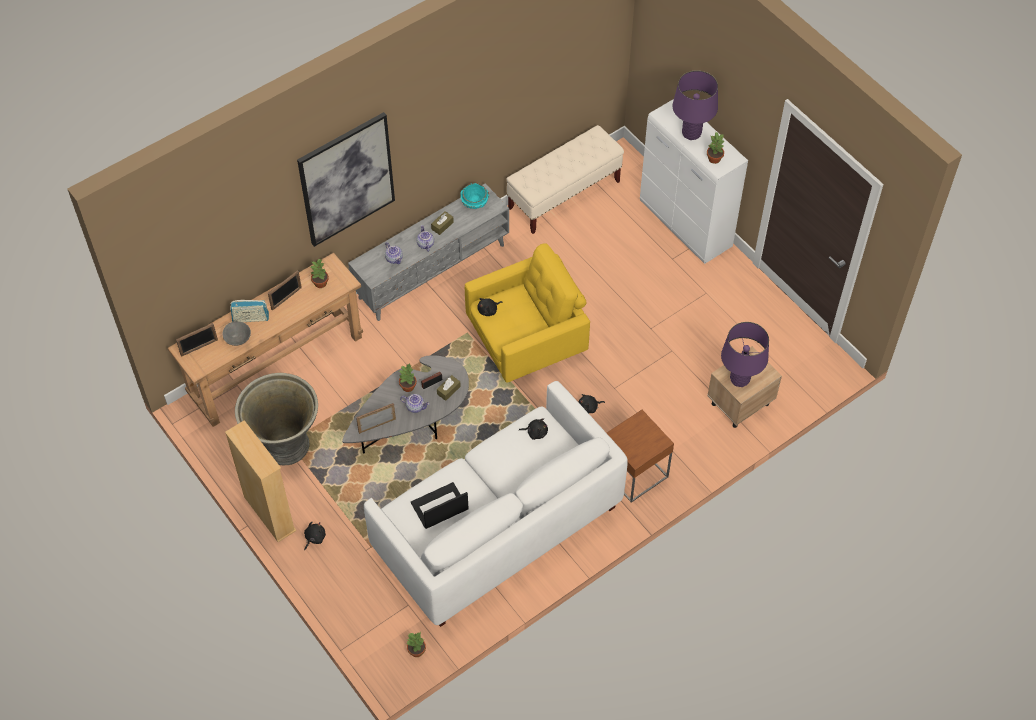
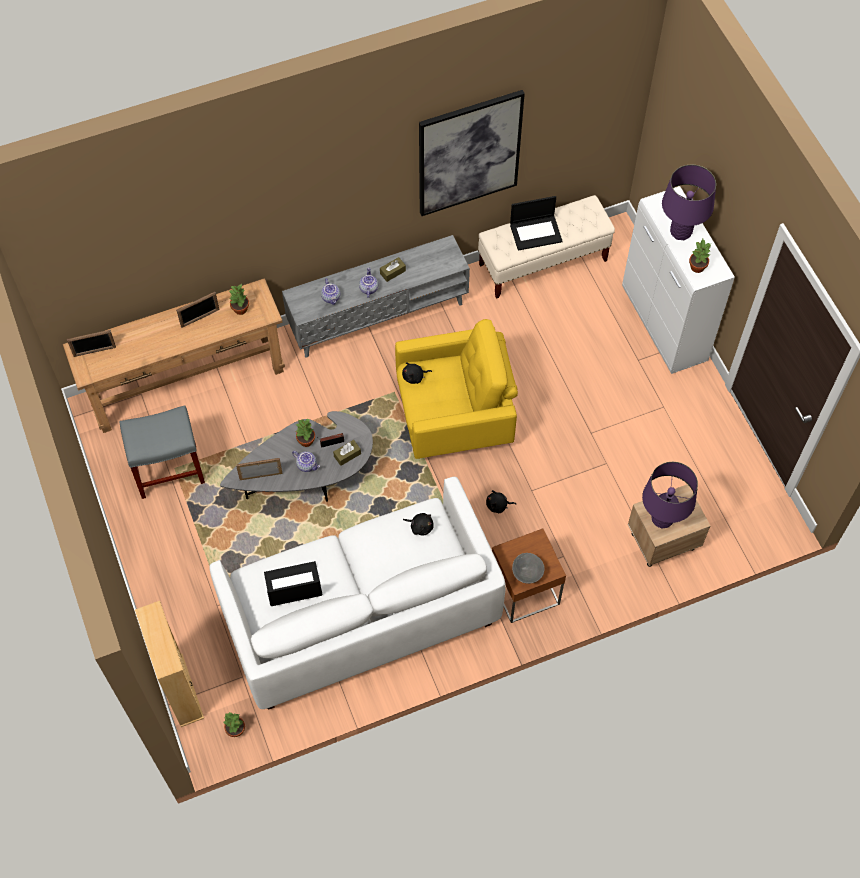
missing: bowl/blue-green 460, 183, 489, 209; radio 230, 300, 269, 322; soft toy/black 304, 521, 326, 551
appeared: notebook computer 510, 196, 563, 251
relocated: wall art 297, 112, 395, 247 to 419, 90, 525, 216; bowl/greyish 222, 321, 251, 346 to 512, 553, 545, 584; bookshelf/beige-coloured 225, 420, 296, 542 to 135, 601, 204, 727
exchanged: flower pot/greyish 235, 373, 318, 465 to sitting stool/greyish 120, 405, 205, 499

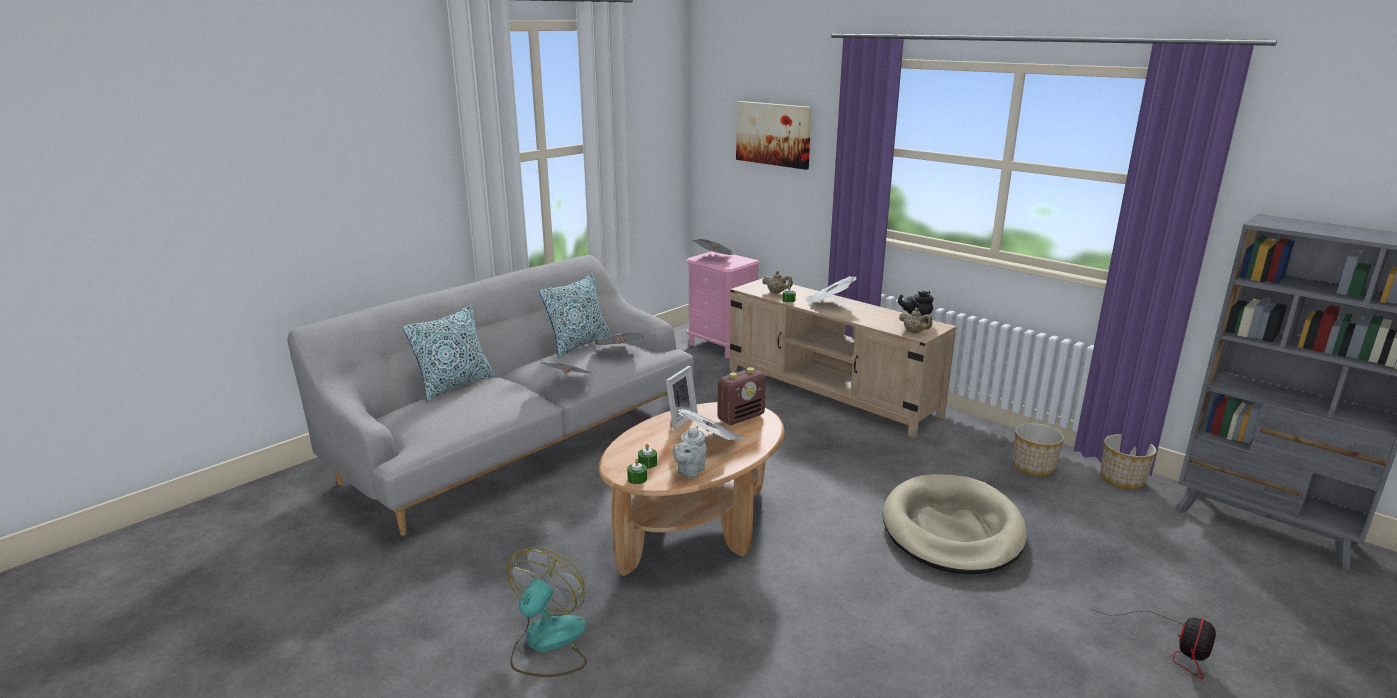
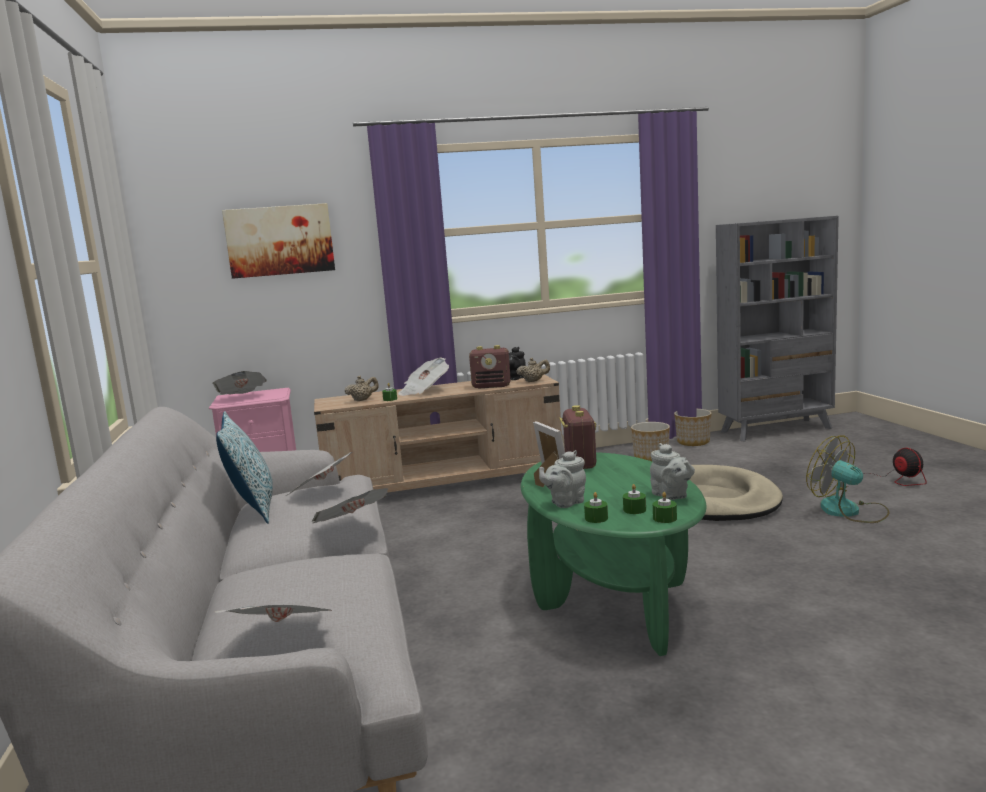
missing: cushion 403, 305, 495, 402
appeared: radio 469, 345, 511, 389; tea pot/greyish 539, 450, 586, 508; candle/greenish 584, 492, 608, 523
relocated: newspaper 677, 409, 747, 441 to 215, 605, 333, 622; electric fan 508, 547, 587, 677 to 806, 435, 890, 523
colour: low table/brown-coloured 599, 402, 784, 576 to low table/greenish 521, 452, 706, 656

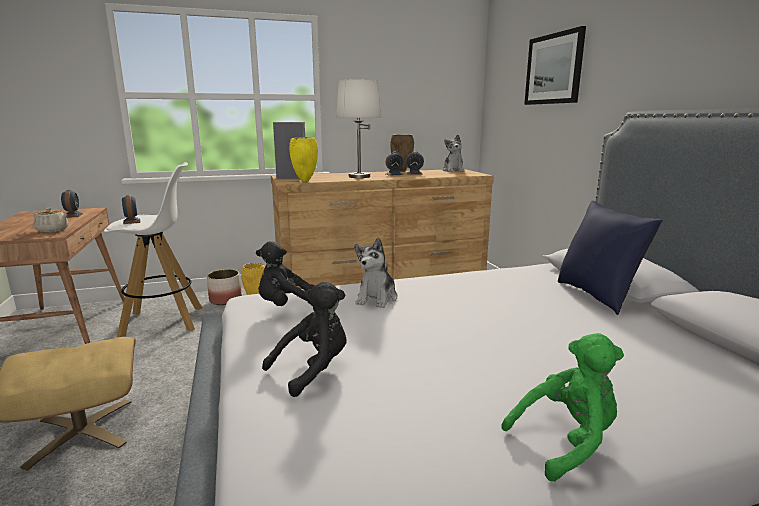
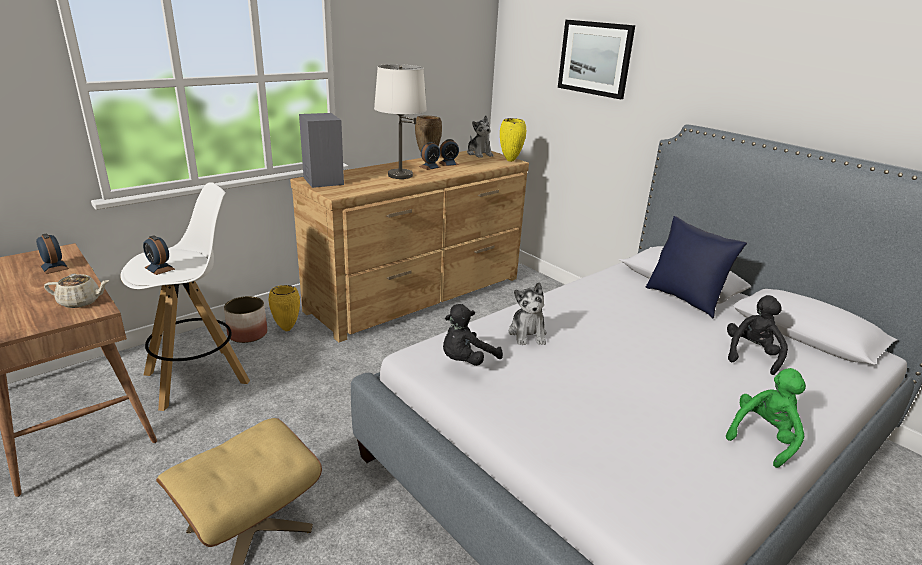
relocated: flower vase/yellow-coloured 289, 137, 318, 182 to 500, 118, 526, 162; soft toy/black 262, 281, 347, 397 to 727, 295, 788, 375

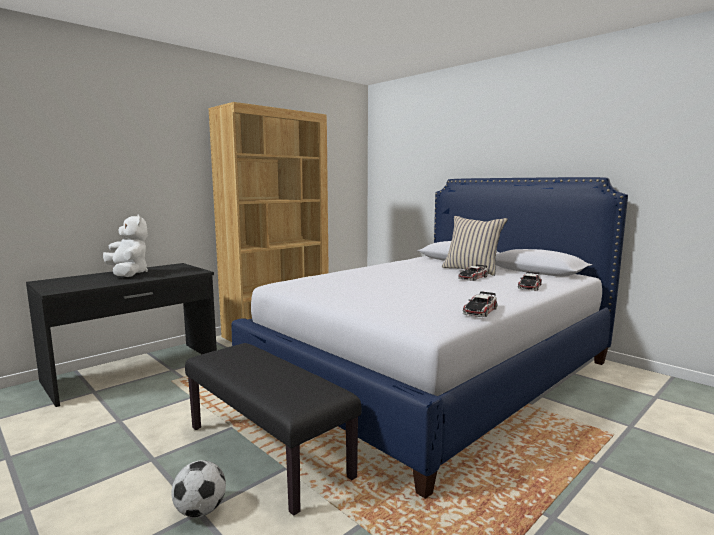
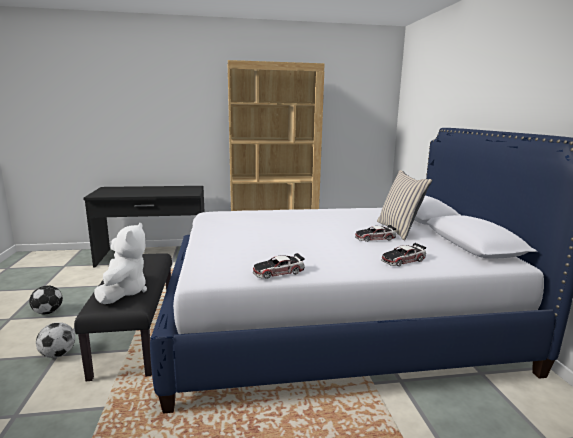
appeared: football ball 29, 285, 63, 314
relocated: soft toy/whitish 103, 214, 148, 277 to 94, 223, 147, 304

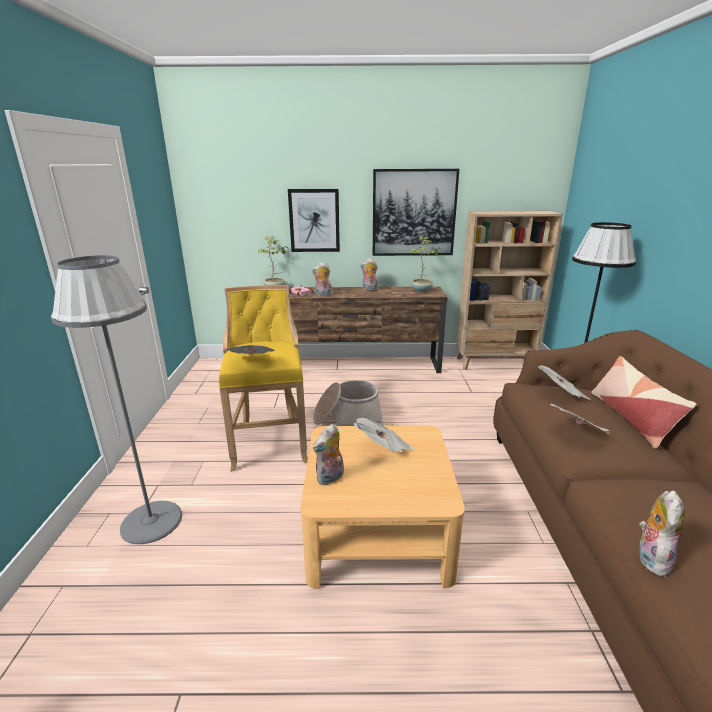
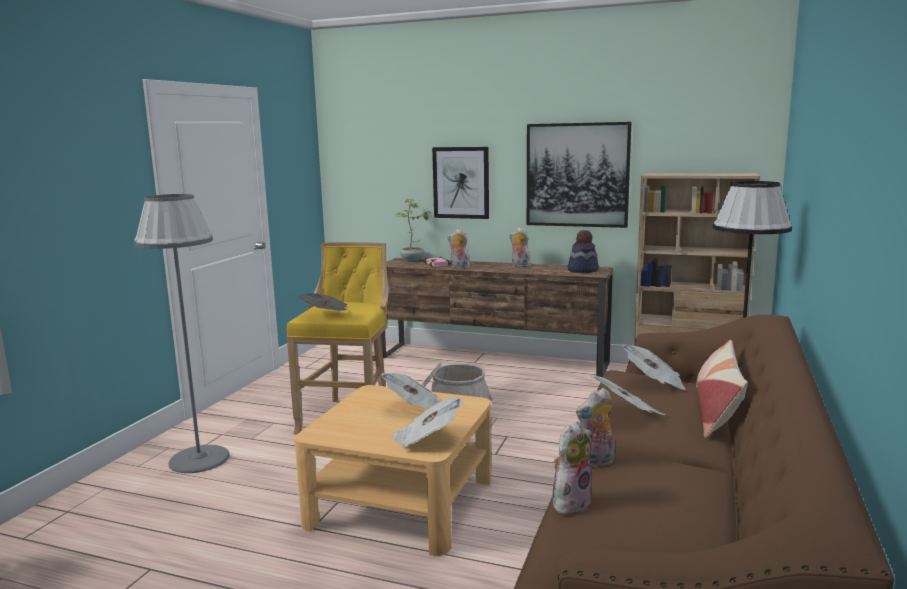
appeared: newspaper 392, 397, 463, 448
relocated: soft toy 313, 424, 344, 485 to 576, 388, 615, 468
exchanged: houseplant 410, 236, 441, 292 to wearable hat 568, 230, 598, 273

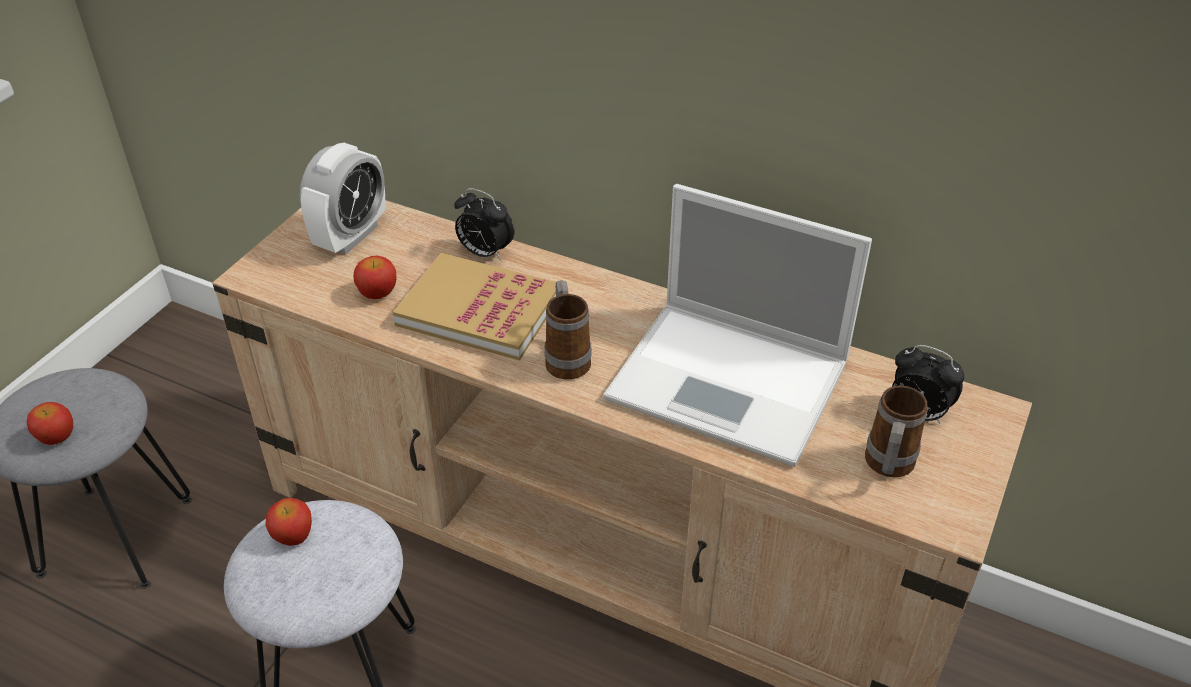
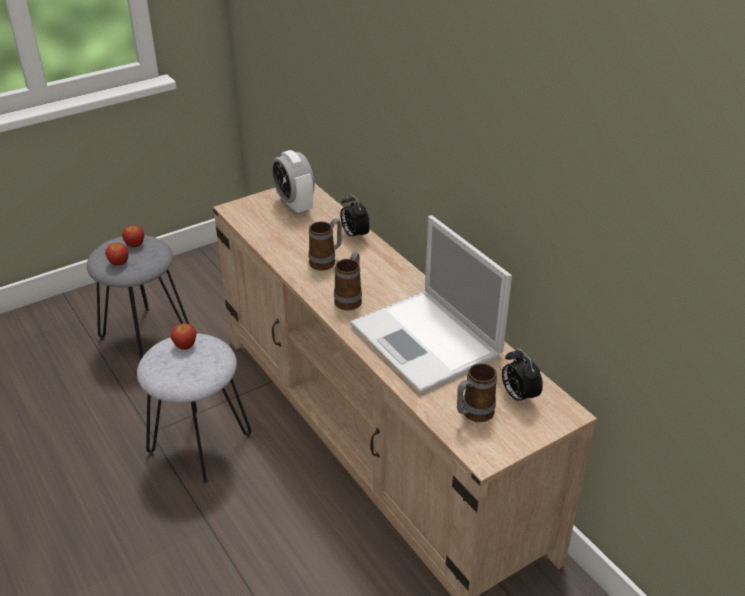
relocated: whole apple 353, 255, 396, 299 to 122, 225, 144, 247
exchanged: volume 393, 253, 556, 360 to coffee mug 309, 218, 342, 271
spun: table clock 300, 143, 386, 255 = 272, 150, 315, 215 90 degrees clockwise

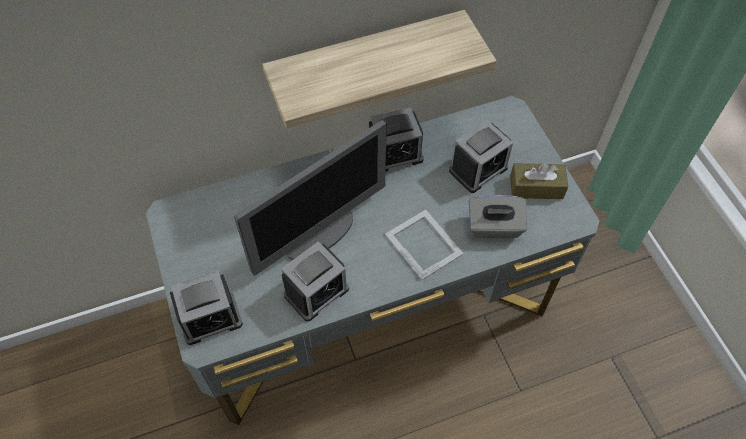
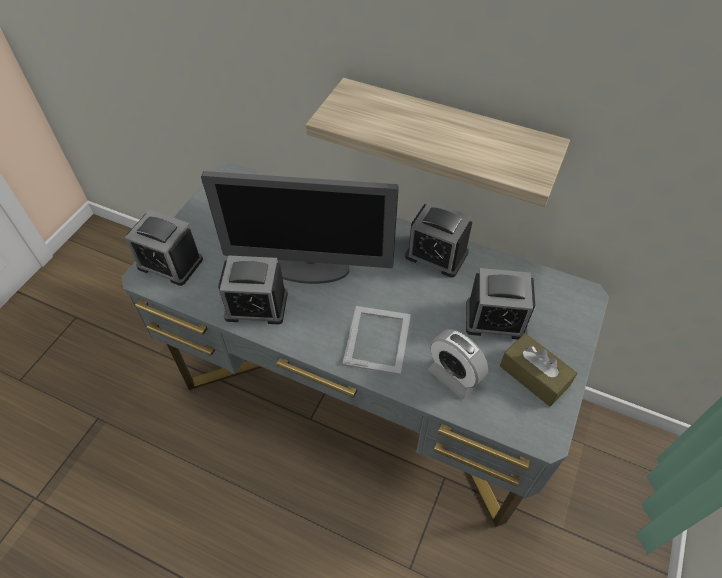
exchanged: tissue box/greyish 469, 195, 527, 238 to table clock 428, 329, 488, 399

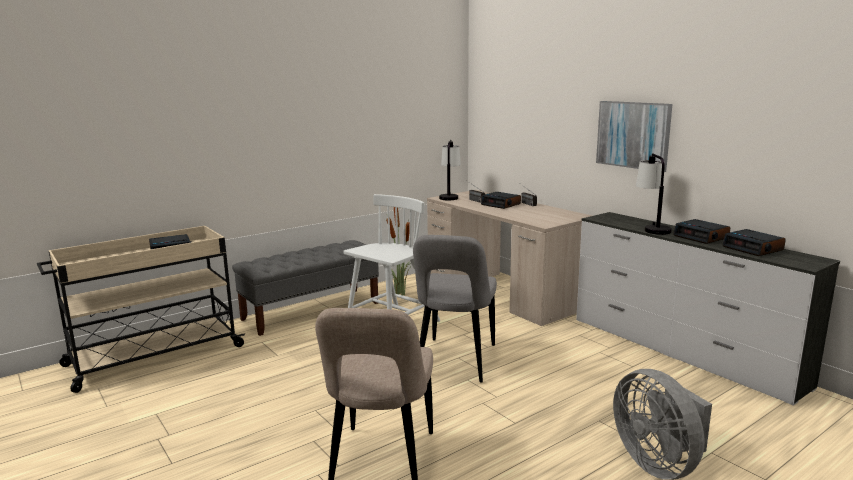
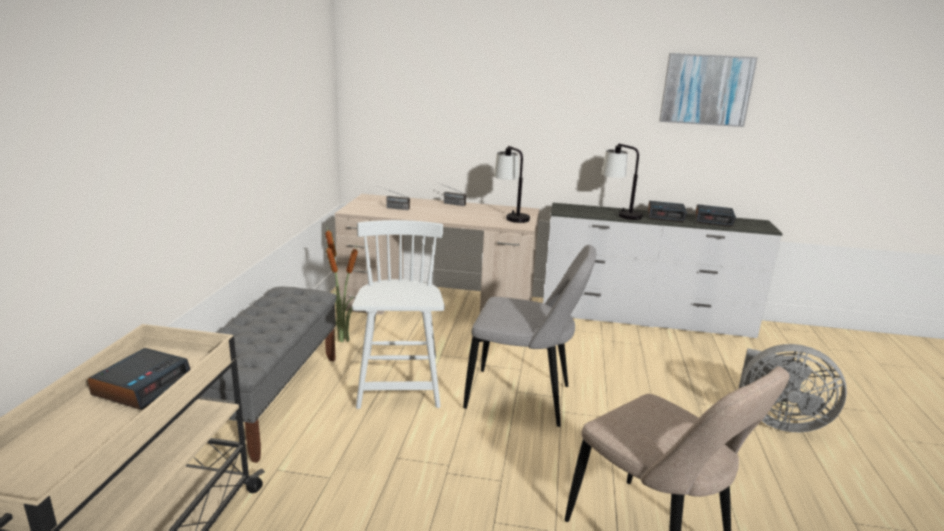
missing: table clock 481, 192, 521, 209
relocated: wall art 596, 101, 672, 172 to 659, 53, 758, 127; table lamp 439, 140, 461, 200 to 494, 146, 530, 223
spun: upright chair/greyish 413, 235, 497, 383 = 463, 245, 596, 427 45 degrees counterclockwise

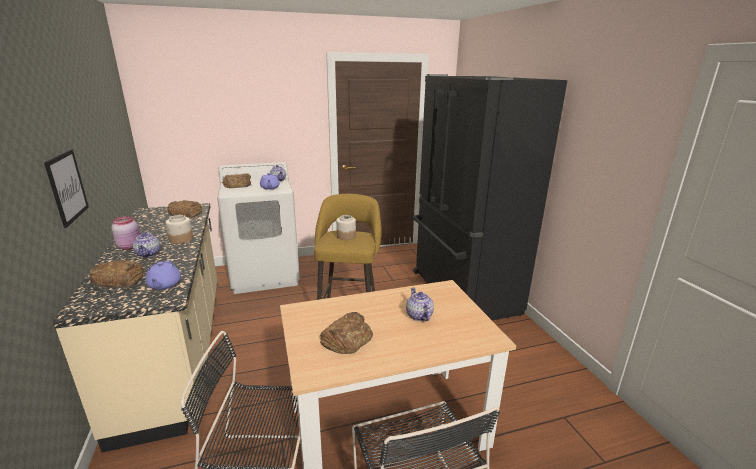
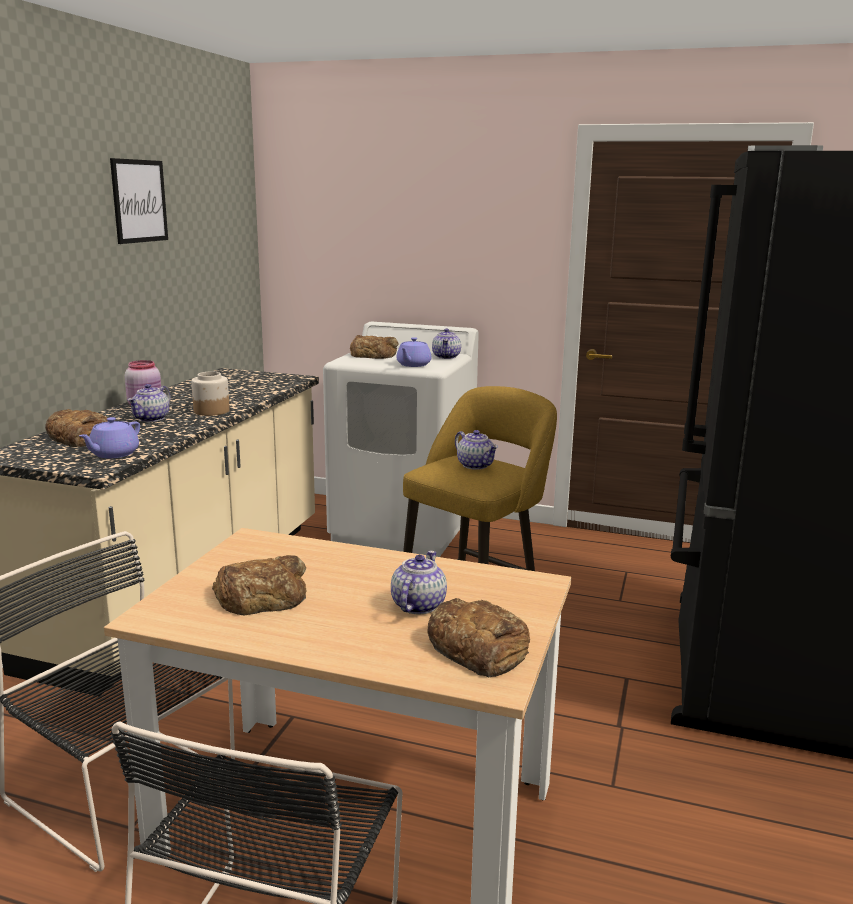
relocated: wall art 44, 150, 89, 228 to 110, 158, 168, 244; bread 167, 200, 202, 218 to 428, 598, 530, 677
exchanged: storage jar 336, 215, 356, 240 to tea pot 455, 430, 498, 470

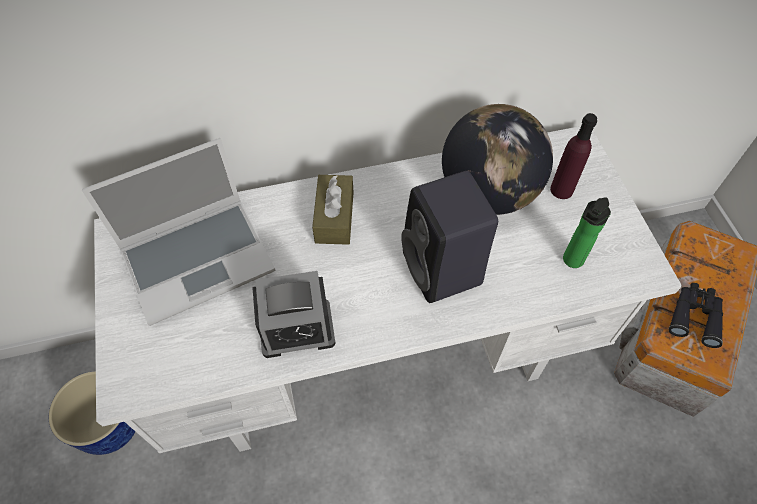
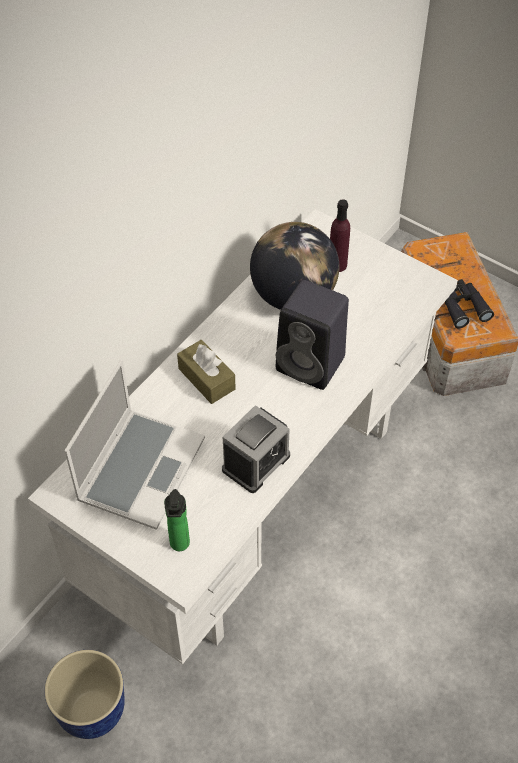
relocated: drink bottle 563, 197, 611, 268 to 164, 489, 190, 551

